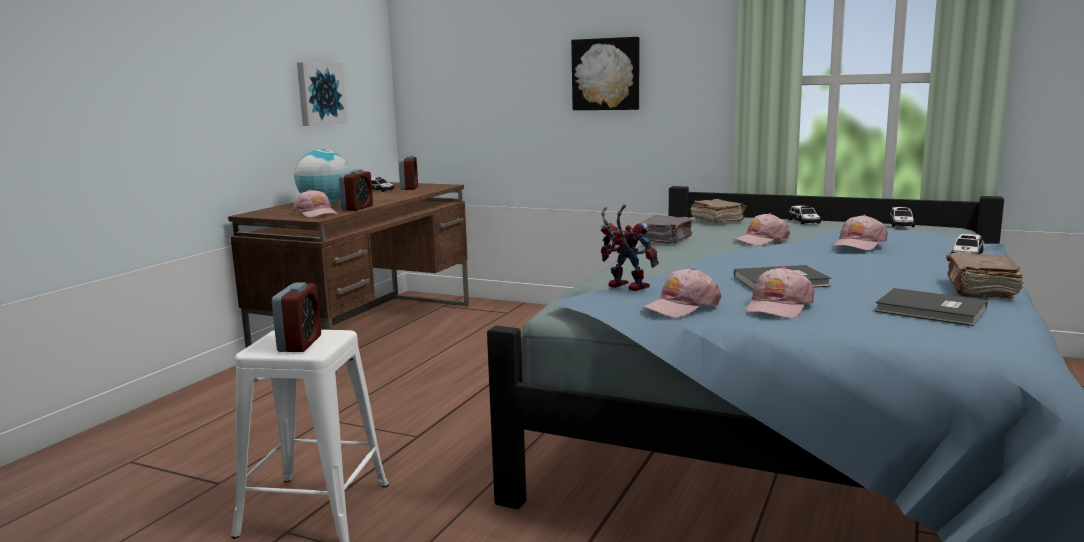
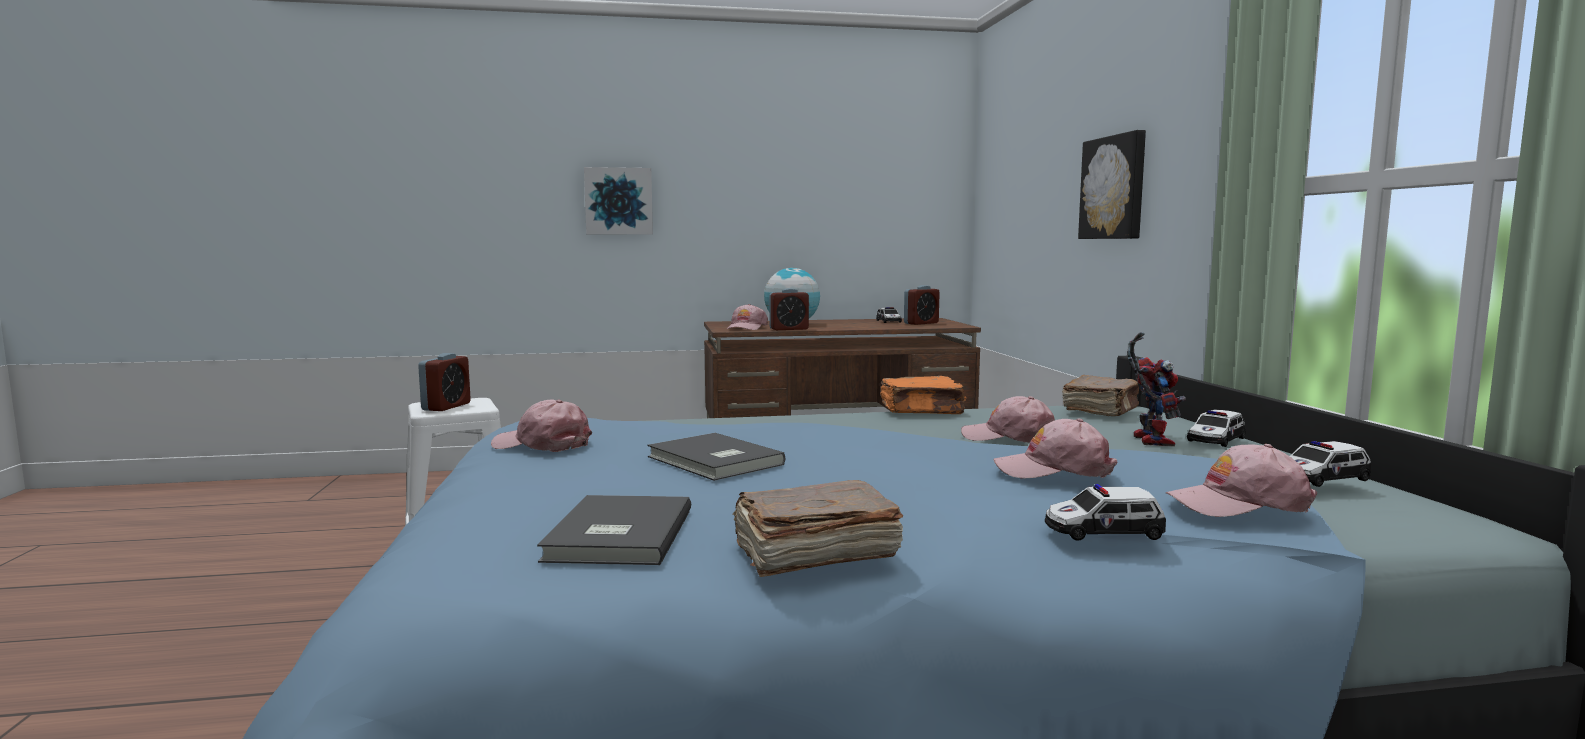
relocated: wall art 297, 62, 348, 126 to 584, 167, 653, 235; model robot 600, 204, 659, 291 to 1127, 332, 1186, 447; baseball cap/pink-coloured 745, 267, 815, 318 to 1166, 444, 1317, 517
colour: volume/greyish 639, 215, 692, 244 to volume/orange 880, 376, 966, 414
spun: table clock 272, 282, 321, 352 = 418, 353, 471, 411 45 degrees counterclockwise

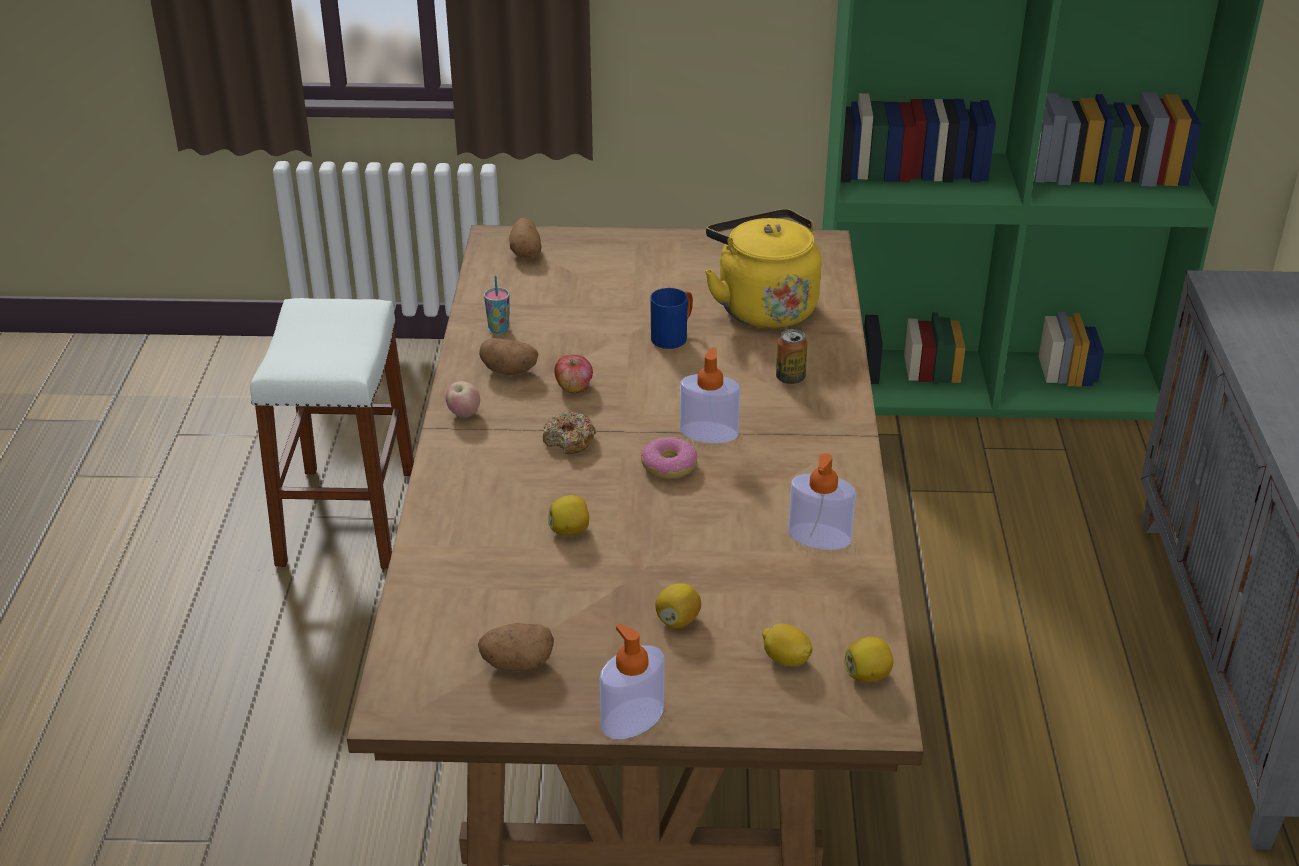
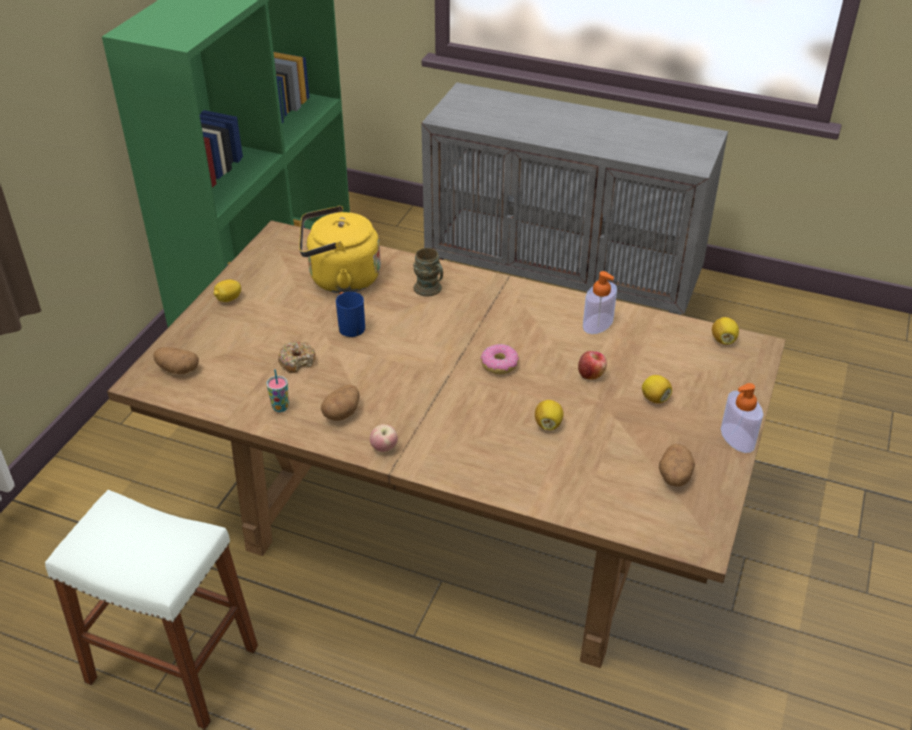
missing: liquid soap bottle 680, 347, 740, 443
relocated: whole apple 554, 355, 593, 393 to 578, 351, 607, 380; ring doughnut 543, 412, 596, 454 to 278, 341, 316, 373; citrus fruit 762, 623, 813, 666 to 213, 279, 241, 302
exchanged: can 776, 329, 807, 385 to coffee mug/brown-coloured 413, 248, 443, 297

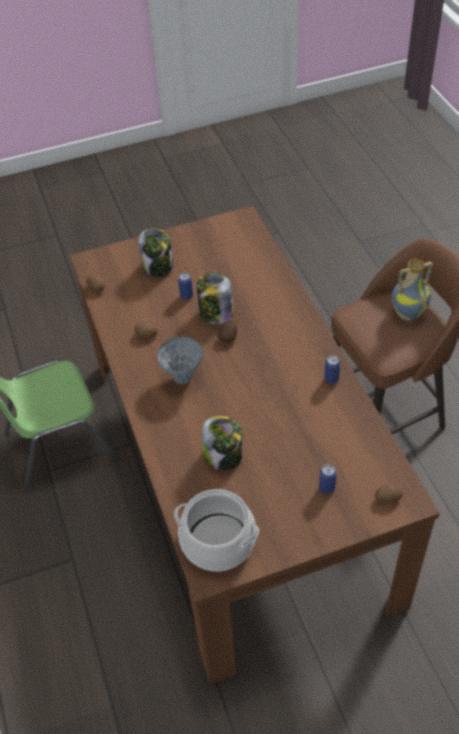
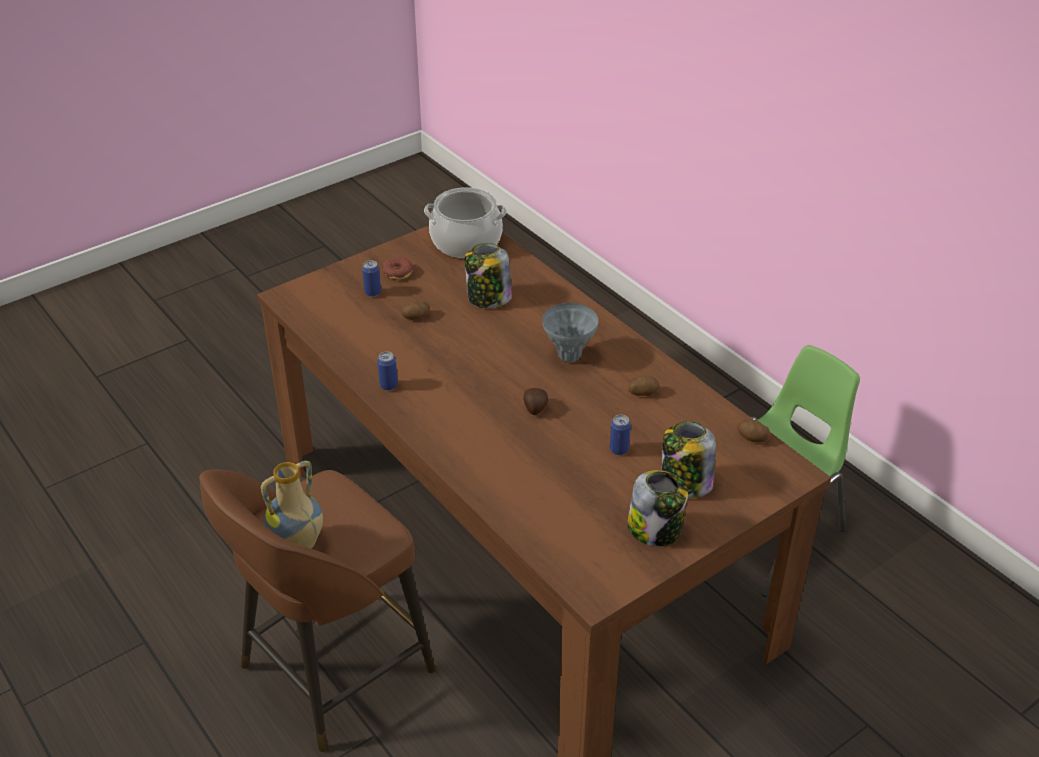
appeared: ring doughnut 383, 257, 414, 280
relocated: storage jar 197, 272, 234, 324 to 627, 470, 688, 546; potato 375, 484, 403, 503 to 401, 301, 430, 320

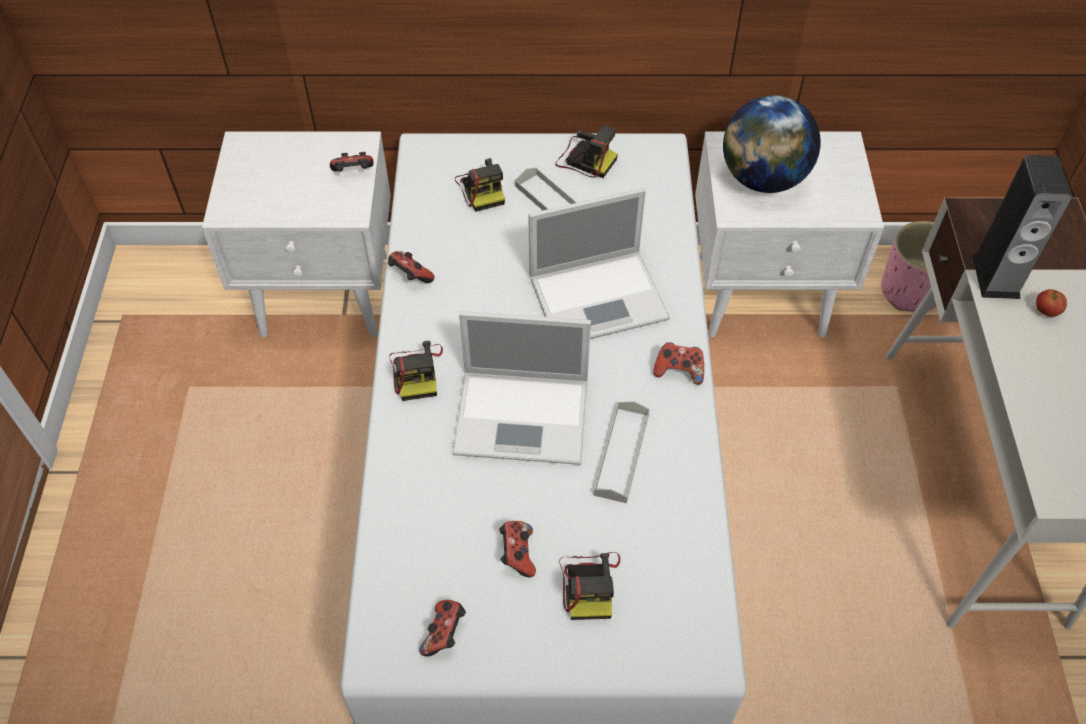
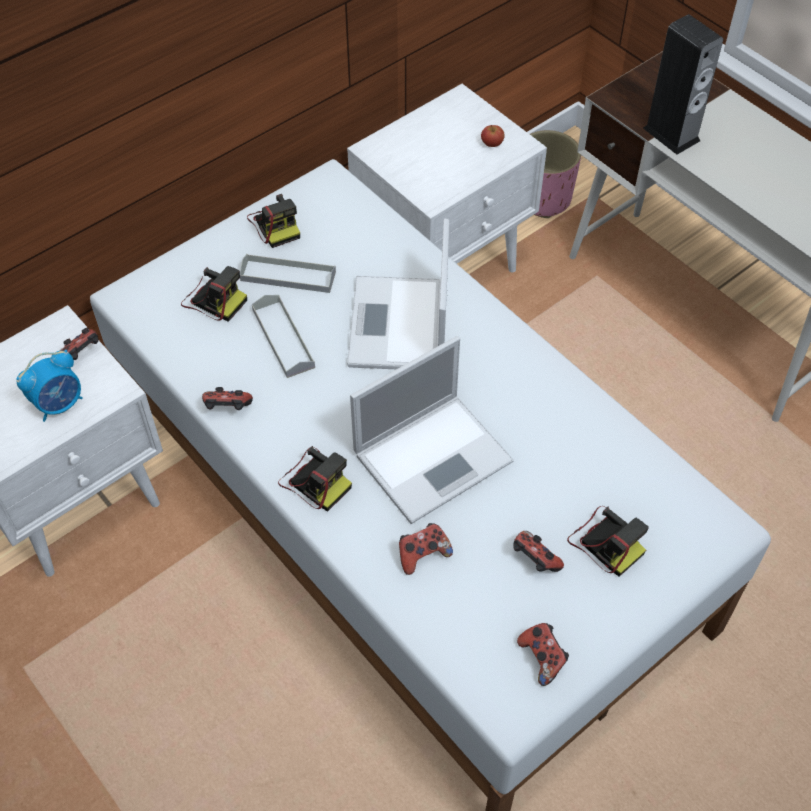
missing: globe 723, 95, 821, 193
appeared: table clock 16, 350, 83, 422
relocated: whole apple 1036, 289, 1067, 317 to 481, 125, 505, 147; game controller 653, 342, 704, 385 to 399, 523, 453, 575; tray/greyish 594, 401, 650, 503 to 252, 295, 315, 378
spun: still camera 555, 125, 618, 178 = 247, 194, 300, 248 75 degrees clockwise; notebook computer 528, 188, 670, 339 = 347, 218, 450, 369 150 degrees clockwise

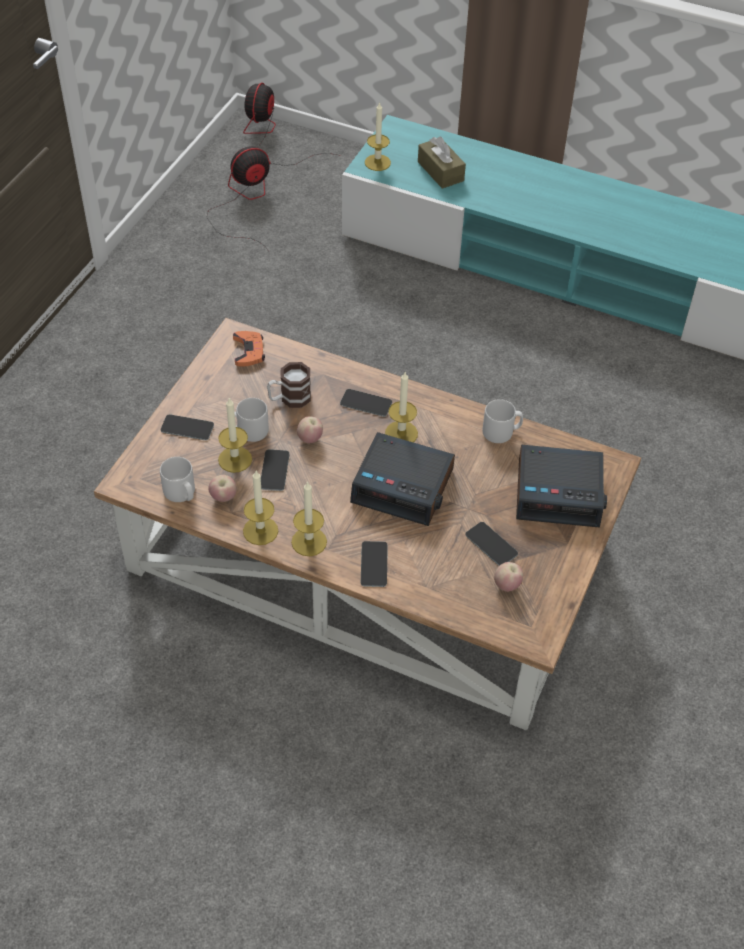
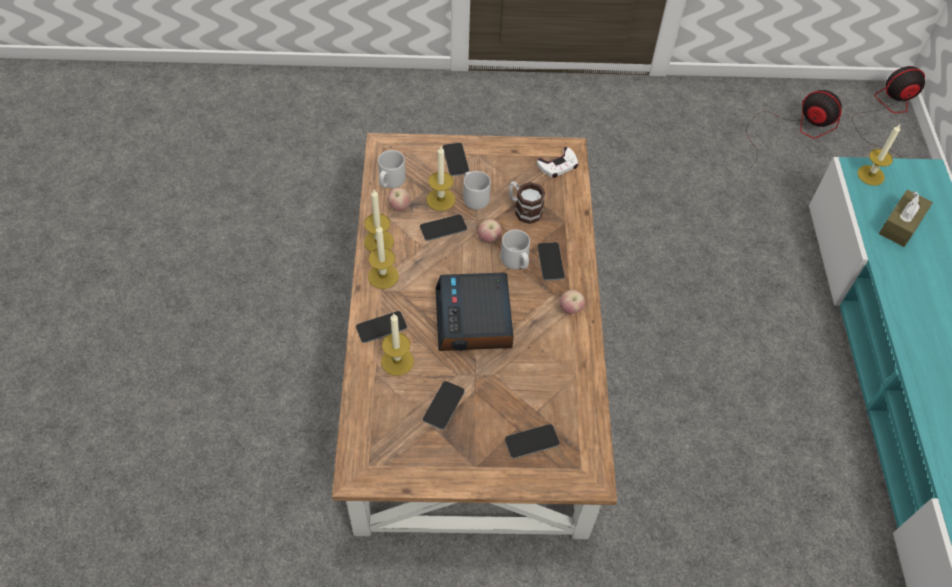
relocated: candle 385, 372, 418, 442 to 381, 314, 414, 376; coffee mug/greyish 482, 399, 523, 443 to 501, 230, 530, 269; whole apple 494, 562, 523, 592 to 560, 290, 585, 314
exchanged: table clock 516, 445, 607, 527 to telephone 505, 424, 560, 458
colour: game controller/orange 233, 331, 265, 367 to game controller/whitish 537, 147, 578, 178

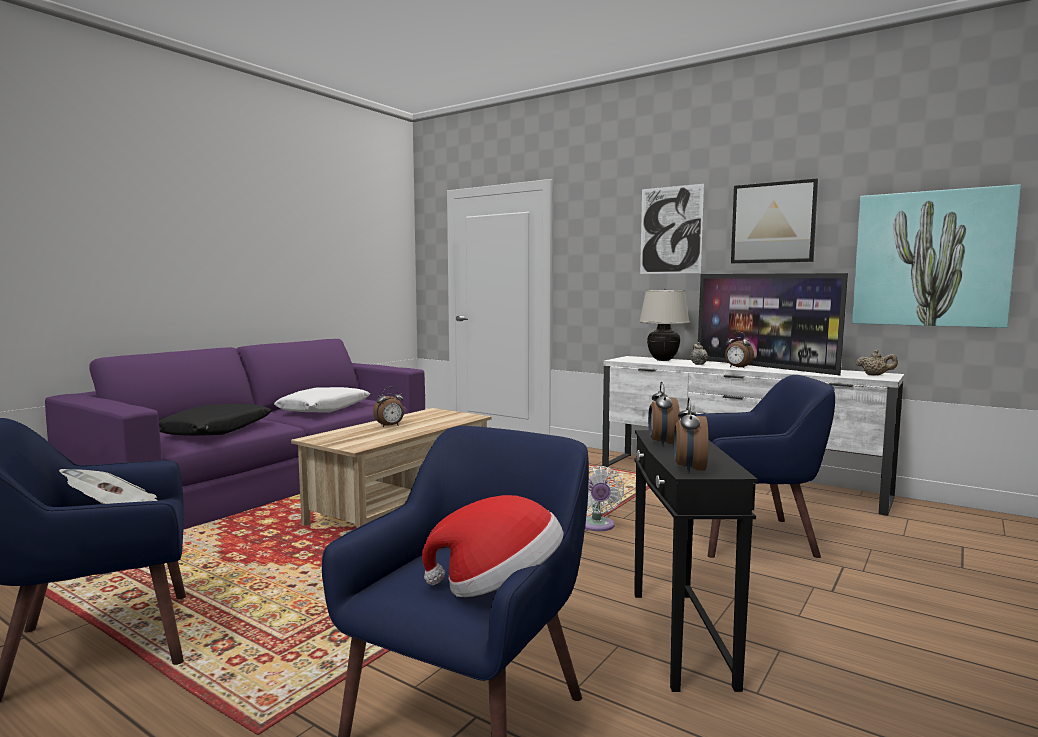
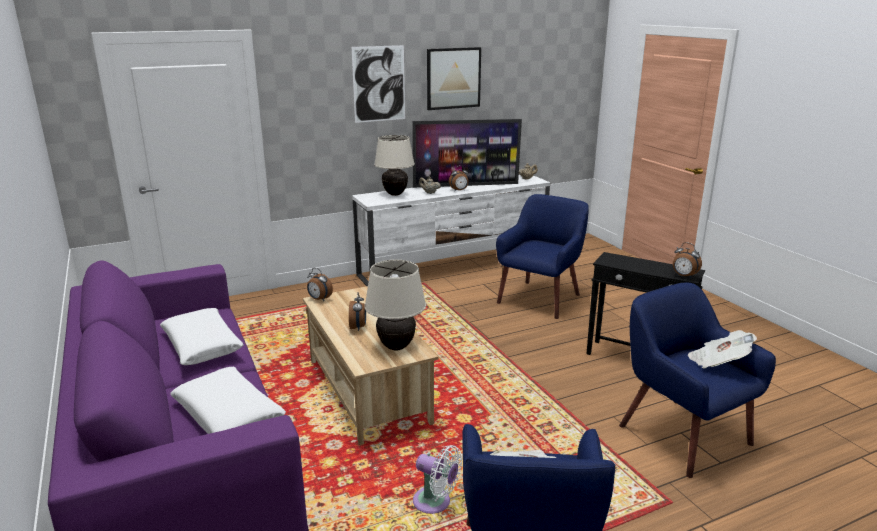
missing: wall art 852, 184, 1021, 328
appeared: table lamp/beige-coloured 365, 260, 426, 351
relocated: table clock 648, 382, 680, 447 to 307, 268, 333, 301; electric fan/whitish 585, 466, 624, 531 to 413, 445, 462, 514
exchanged: wearable hat 422, 495, 564, 597 to newspaper 688, 330, 757, 369
colour: cushion/black 159, 404, 272, 436 to cushion/whitish 170, 367, 286, 434

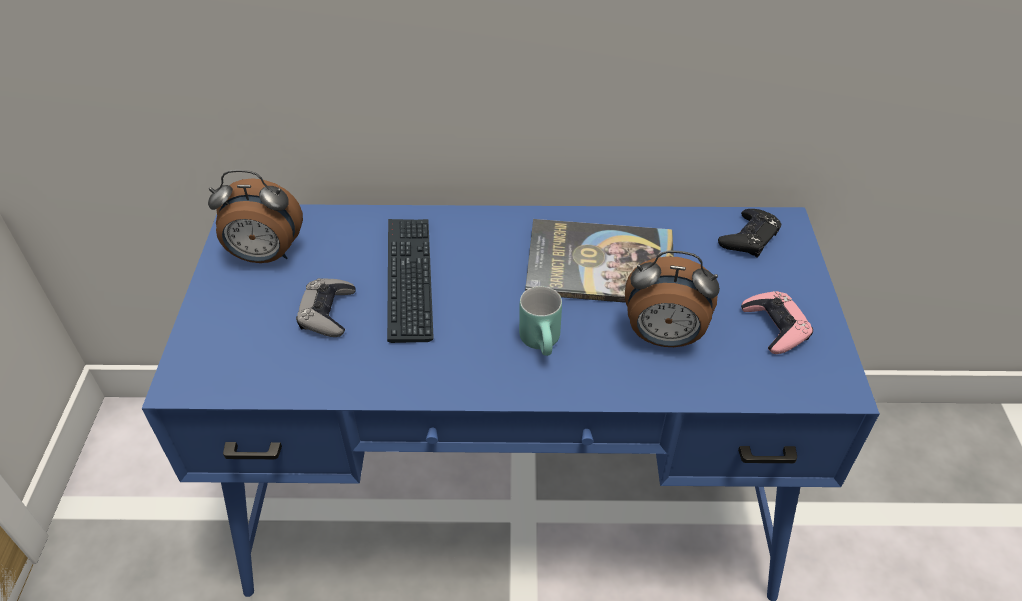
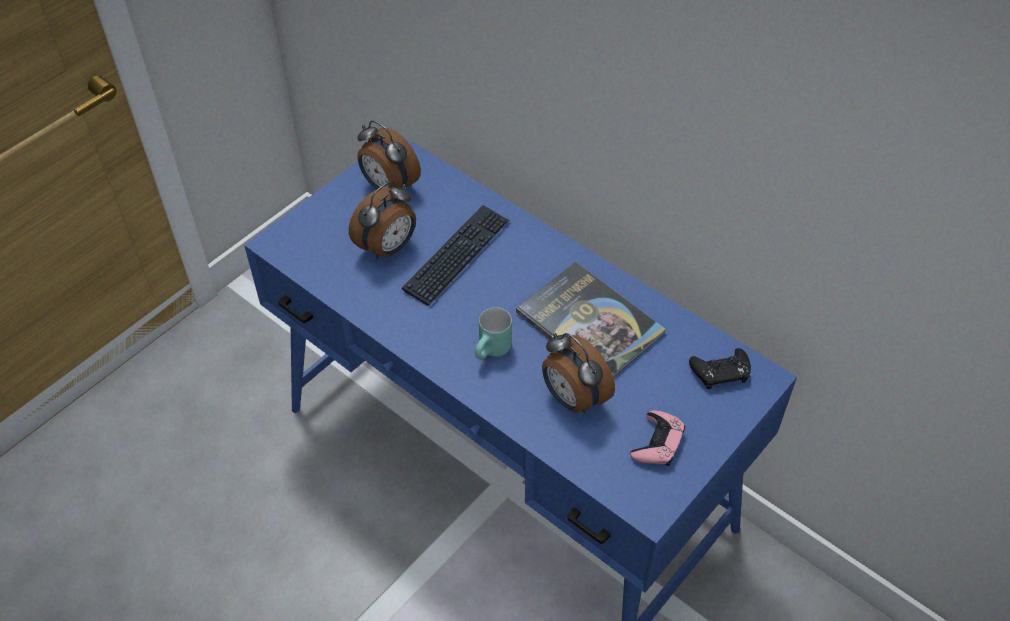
exchanged: game controller/greyish 296, 278, 356, 337 to table clock 349, 181, 416, 259

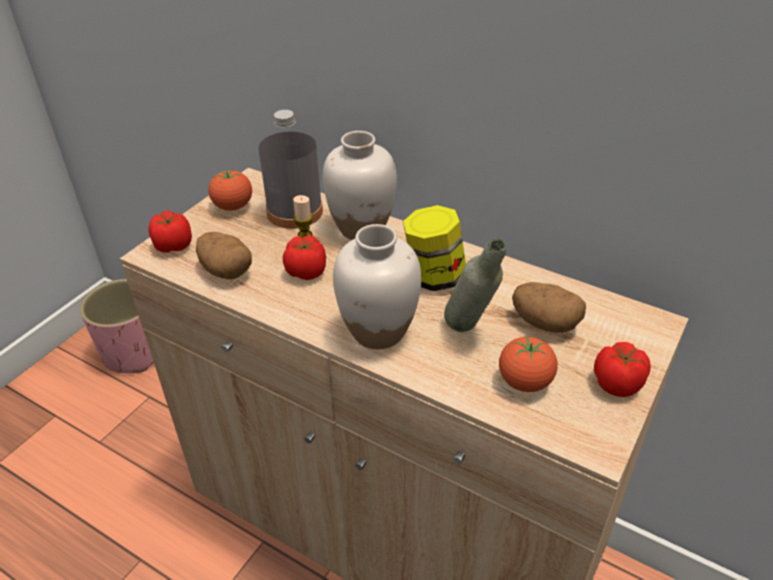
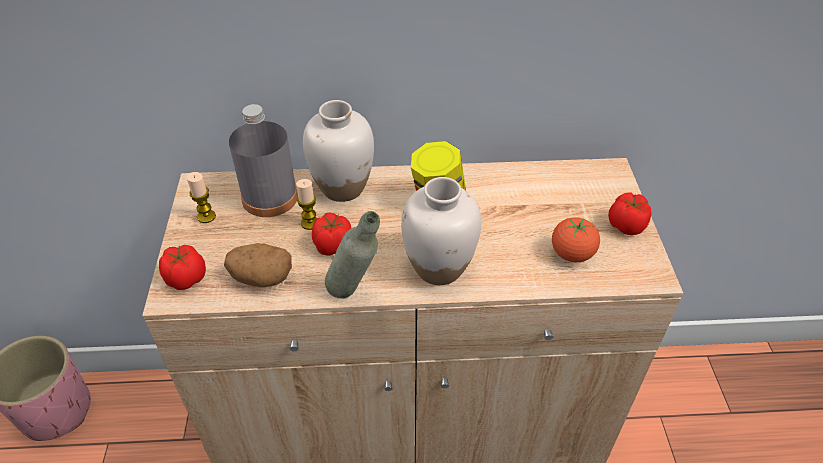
missing: potato 512, 282, 586, 333
relocated: drink bottle/greyish 444, 238, 506, 332 to 325, 211, 380, 299
exchanged: fresh tomato 208, 170, 252, 211 to candle 186, 172, 216, 223

